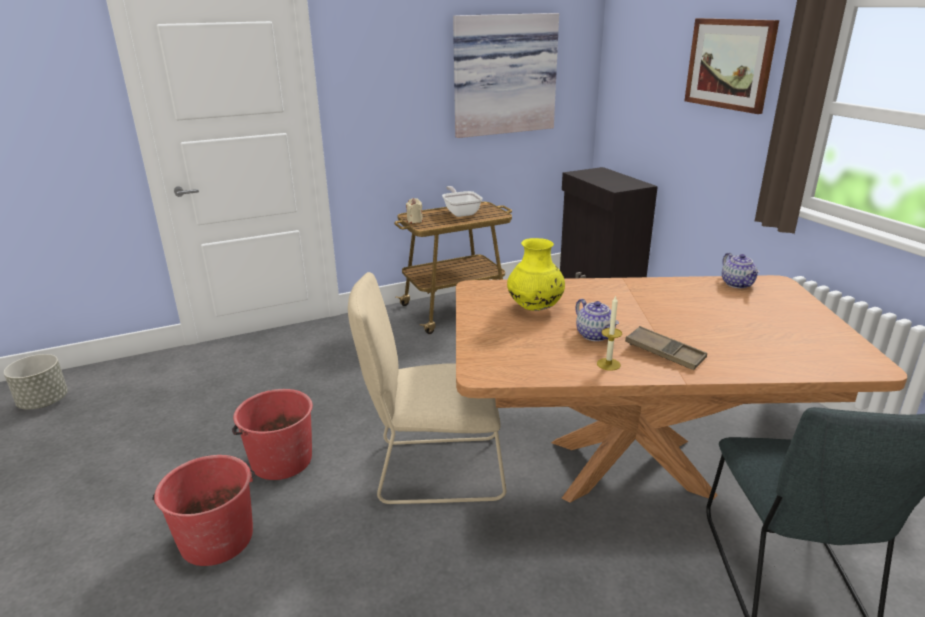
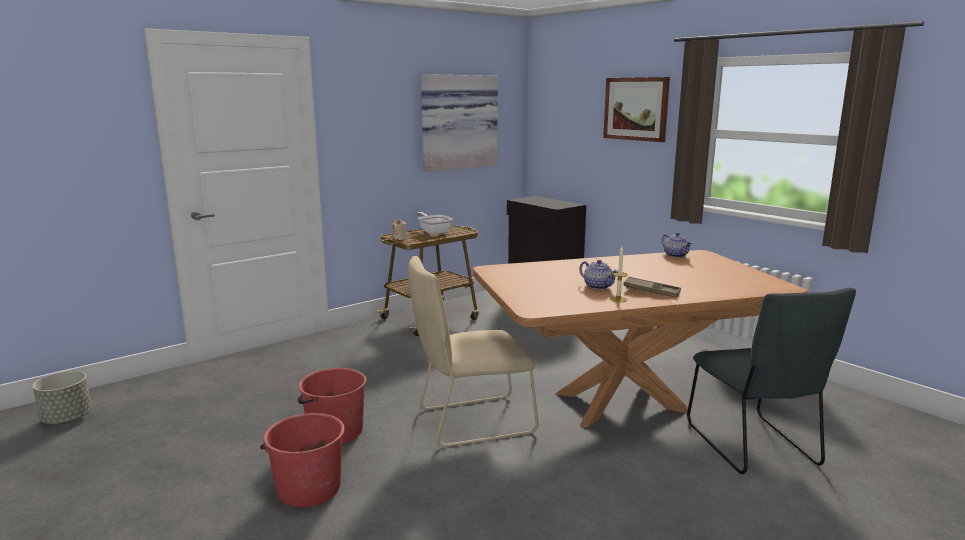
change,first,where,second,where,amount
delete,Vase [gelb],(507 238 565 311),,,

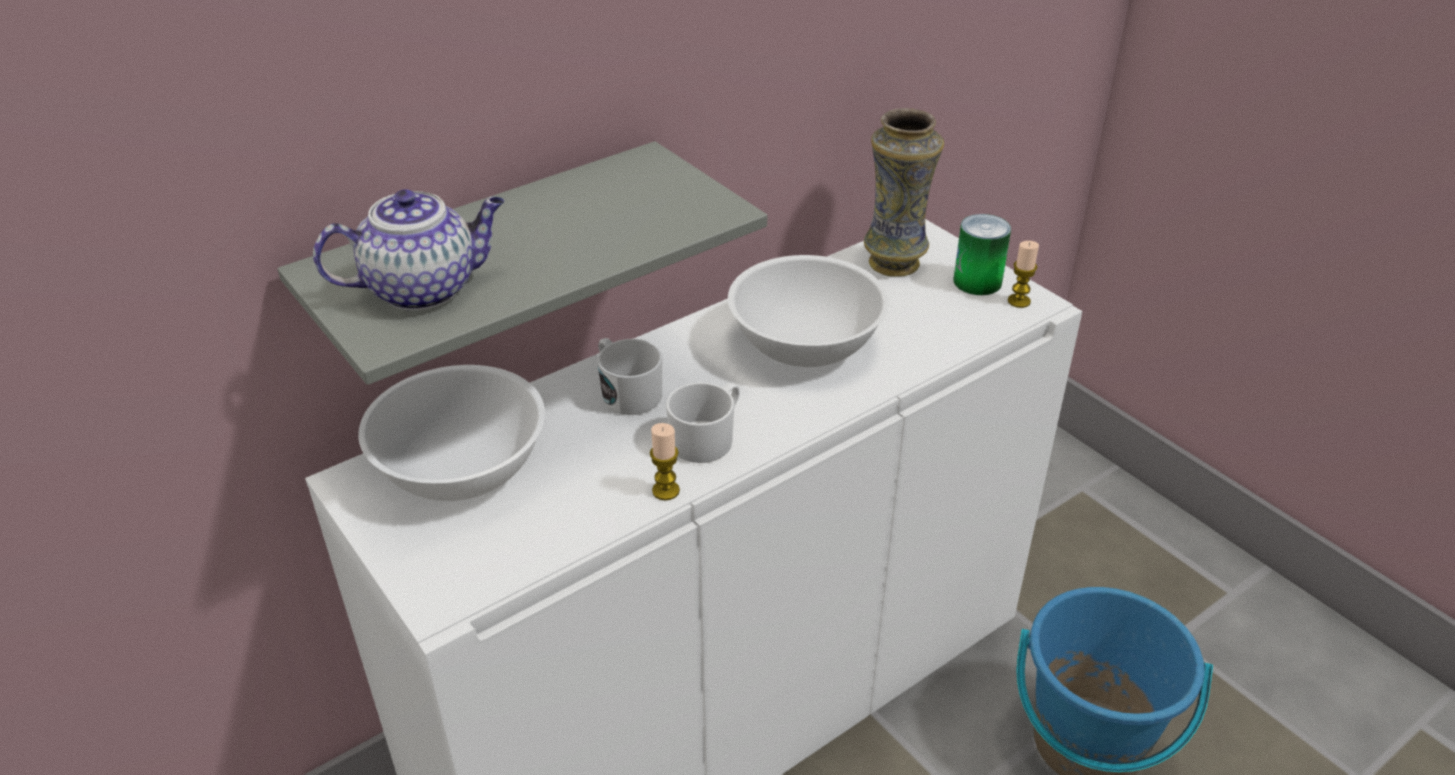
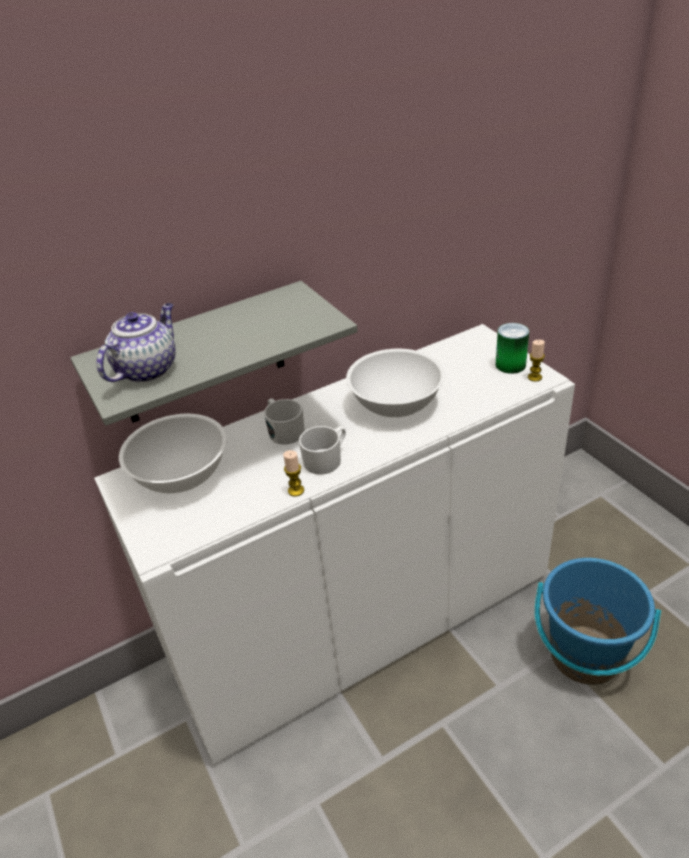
change,first,where,second,where,amount
delete,Vase,(864 108 944 277),,,
rotate,Teekanne,(313 189 504 311),,(96 303 176 383),45 degrees counterclockwise

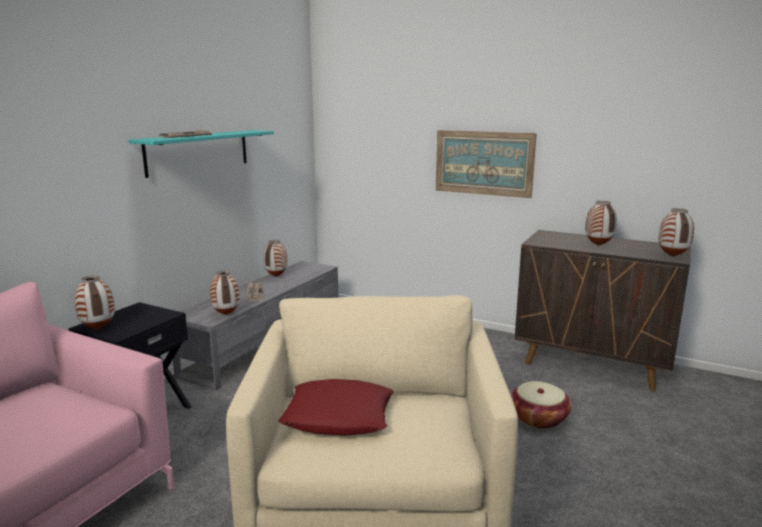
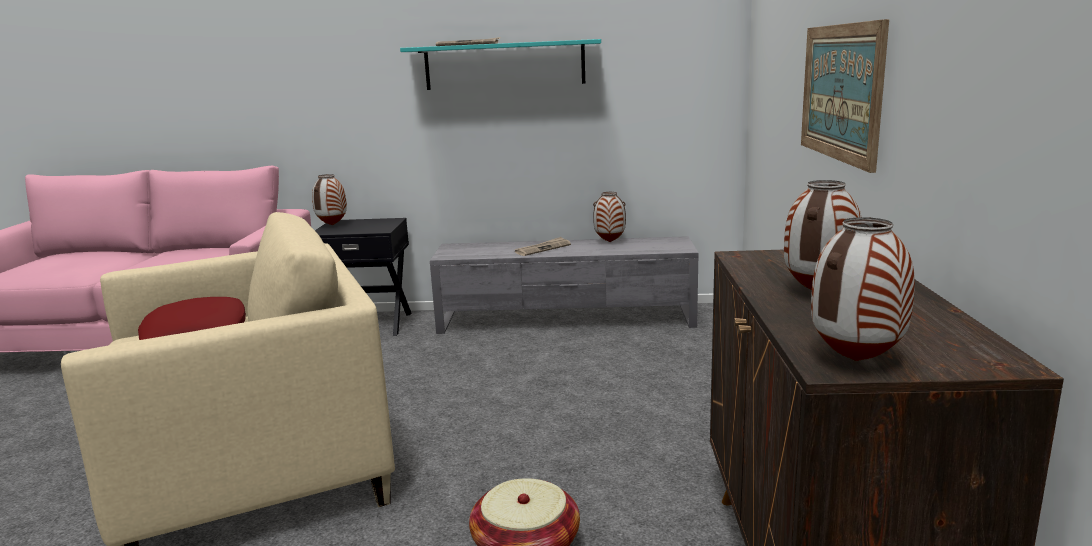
change,first,where,second,where,amount
delete,Vase,(210 270 240 315),,,

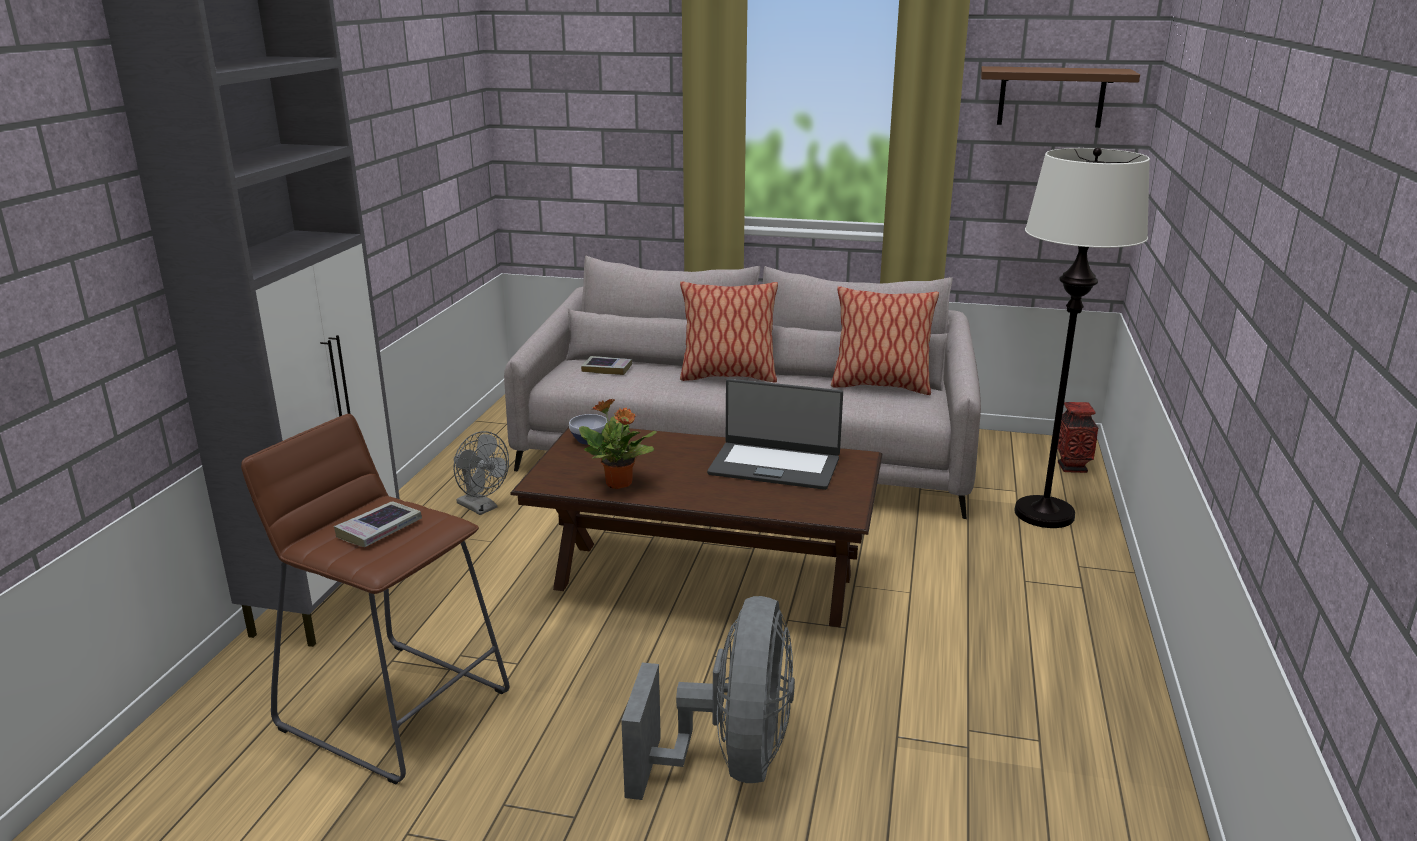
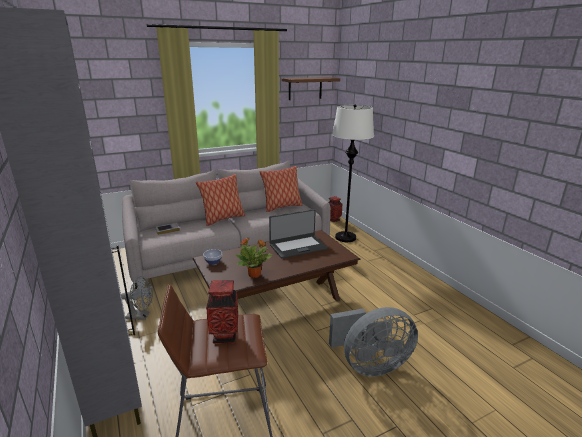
change,first,where,second,where,amount
replace,Buch,(334 501 422 547),Vase,(206 280 238 344),
rotate,Ventilator [grau],(621 596 795 800),,(329 307 418 376),105 degrees clockwise

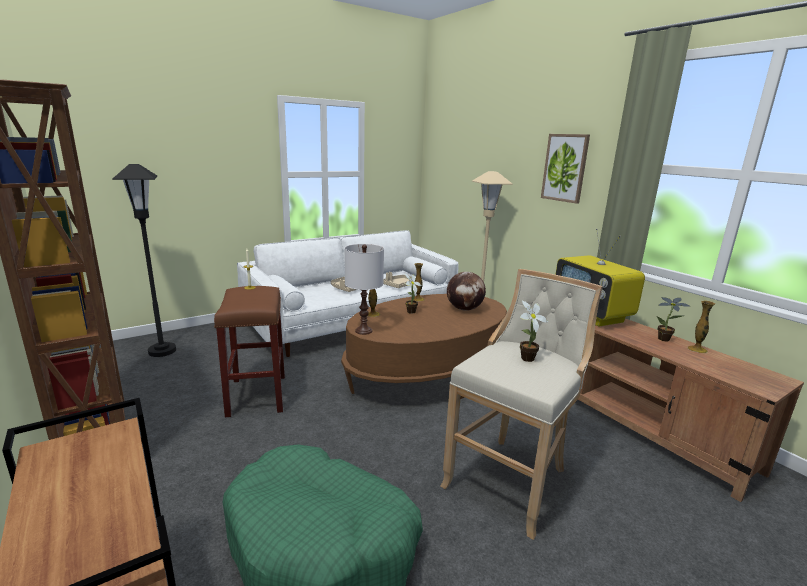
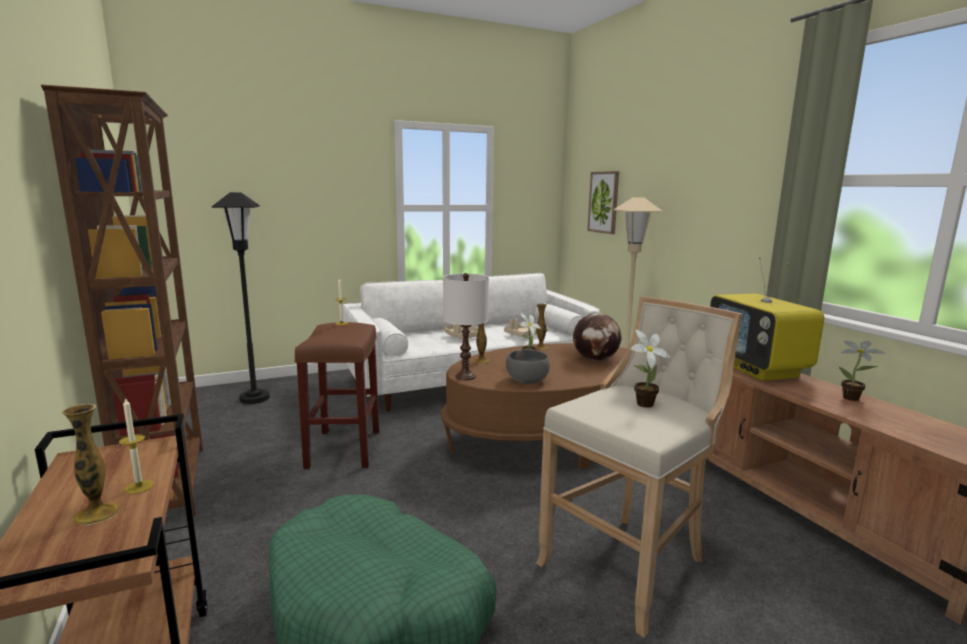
change,first,where,second,where,amount
insert,,,Kerze,(119 397 154 494),
insert,,,Schüssel [grau],(506 350 550 384),
move,Bild,(541 134 590 204),,(587 171 619 234),
move,Vase,(687 301 715 353),,(62 404 120 525),

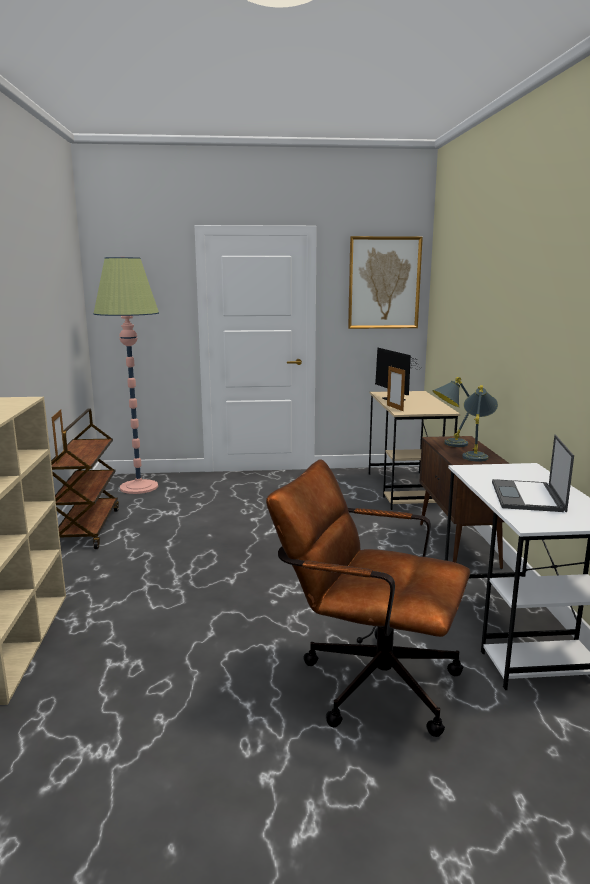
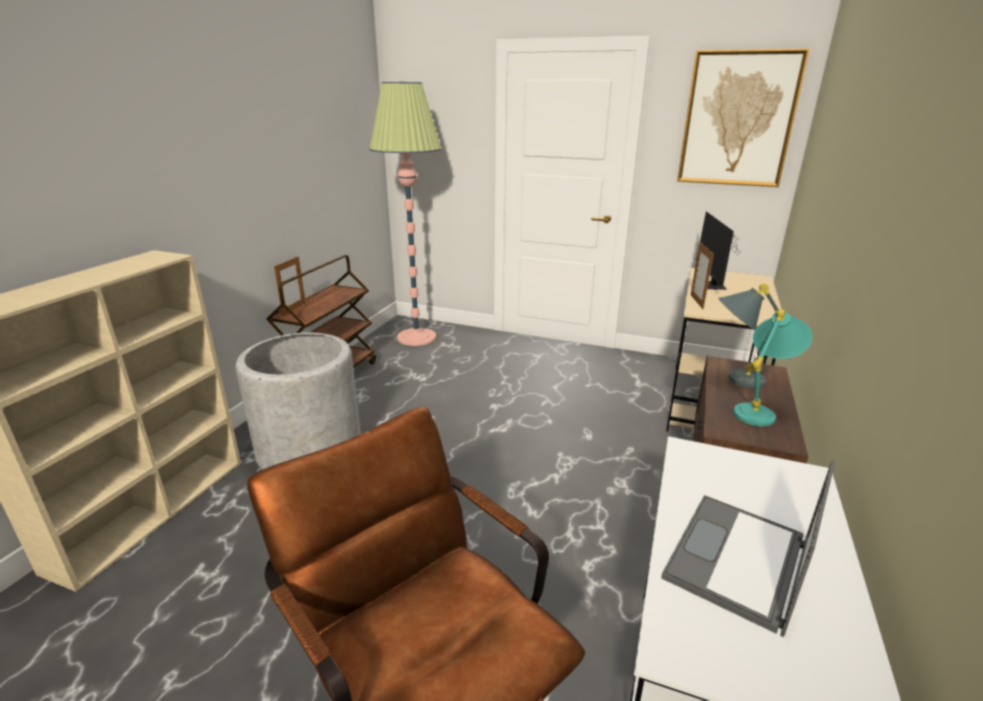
change,first,where,second,where,amount
insert,,,Pflanzkübel [grau],(236 333 361 470),
recolor,Tischlampe [grau],(462 385 498 462),Tischlampe [türkis],(733 309 812 426),

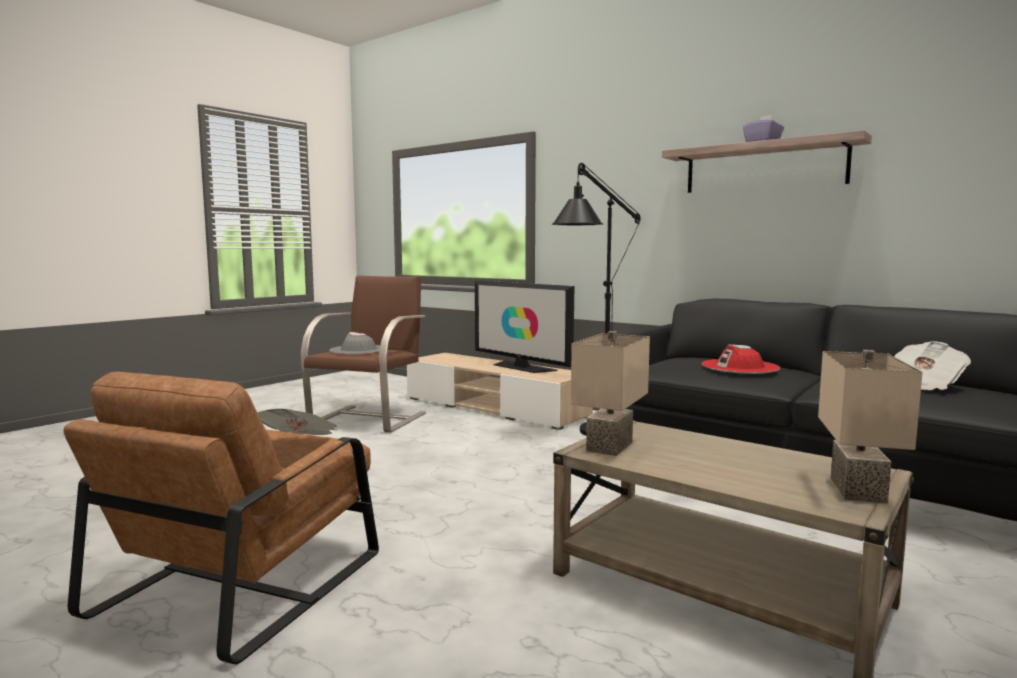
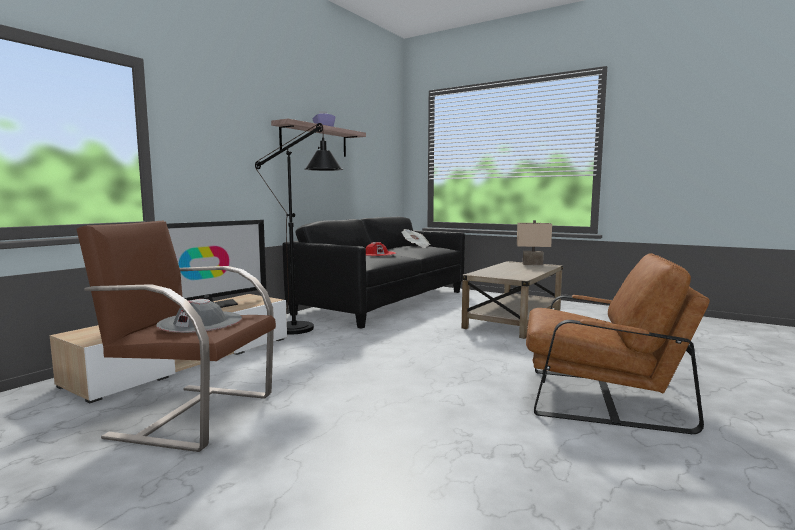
change,first,where,second,where,amount
delete,Zeitung,(257 409 337 435),,,
delete,Tischlampe [beige],(571 331 650 456),,,

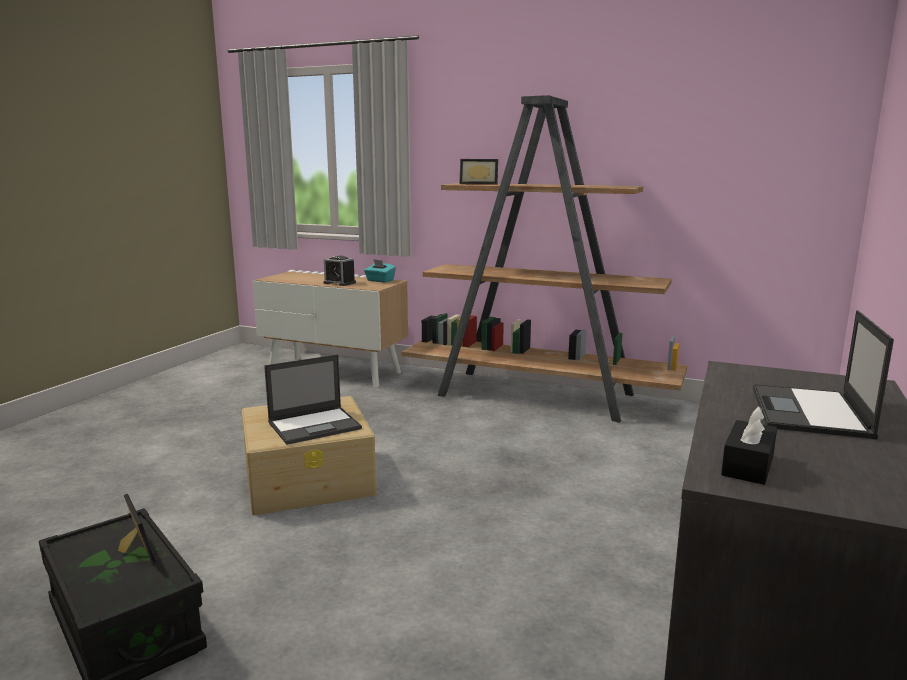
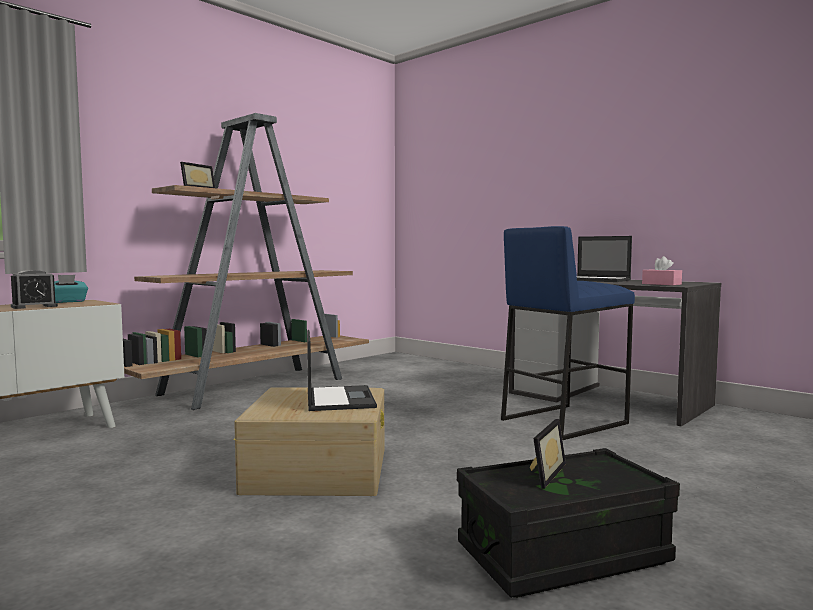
change,first,where,second,where,amount
insert,,,Hocker [blau],(501 226 635 440),
recolor,Taschentuchbox [schwarz],(721 406 777 485),Taschentuchbox [rosa],(642 256 682 285),
rotate,Bilderrahmen,(118 494 156 564),,(530 419 566 489),135 degrees clockwise

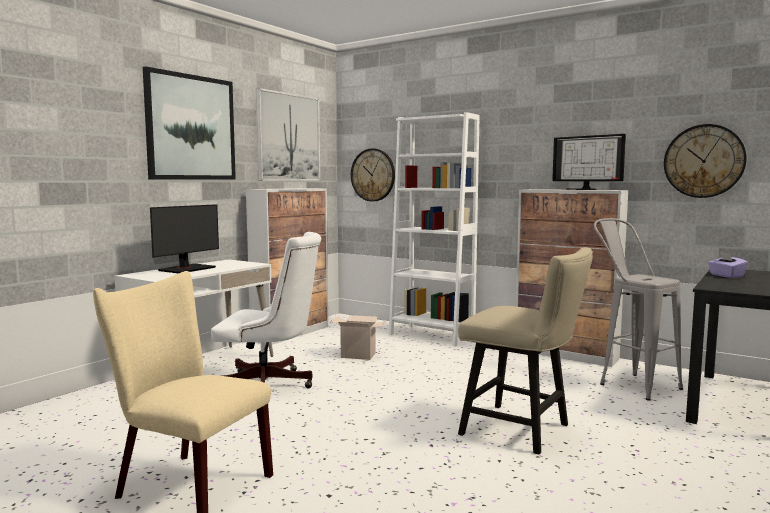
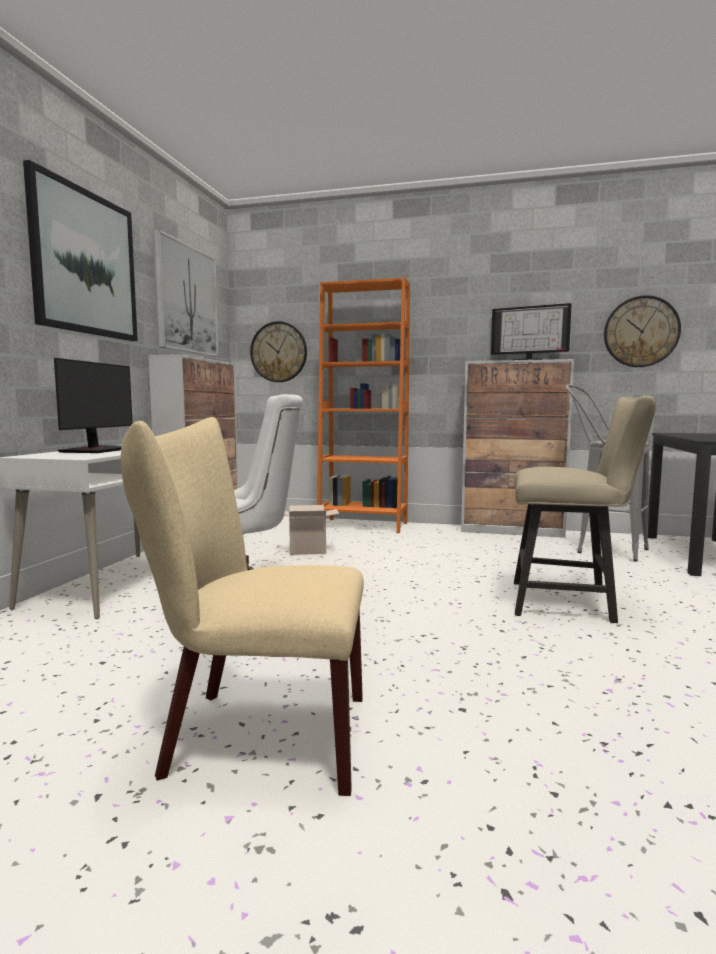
change,first,where,second,where,amount
delete,Taschentuchbox [lila],(708 251 748 278),,,
recolor,Bücherregal [weiß],(389 112 479 346),Bücherregal [orange],(317 277 410 533),

